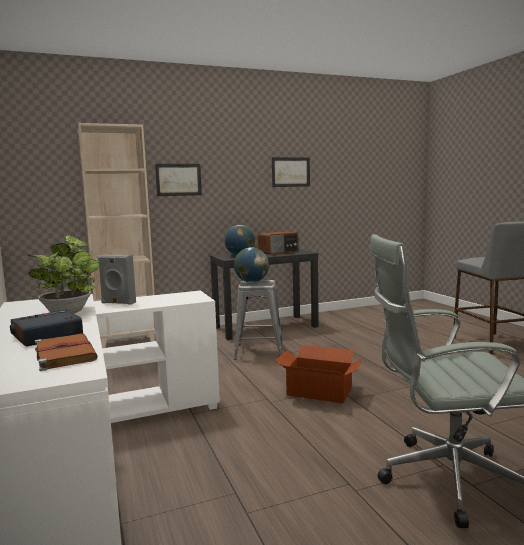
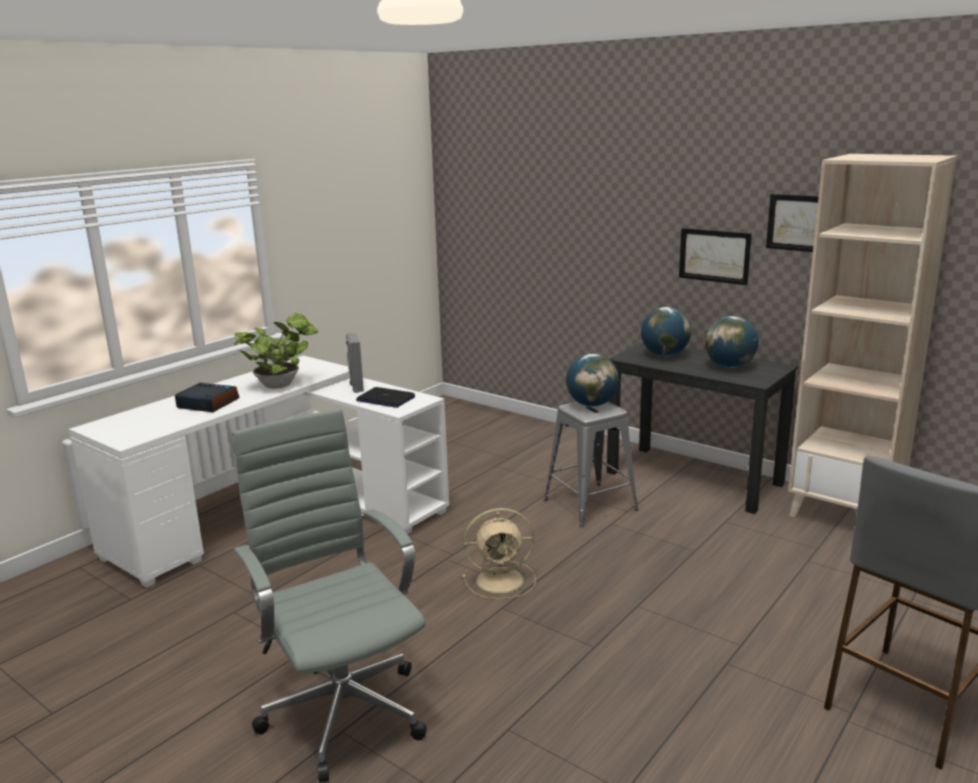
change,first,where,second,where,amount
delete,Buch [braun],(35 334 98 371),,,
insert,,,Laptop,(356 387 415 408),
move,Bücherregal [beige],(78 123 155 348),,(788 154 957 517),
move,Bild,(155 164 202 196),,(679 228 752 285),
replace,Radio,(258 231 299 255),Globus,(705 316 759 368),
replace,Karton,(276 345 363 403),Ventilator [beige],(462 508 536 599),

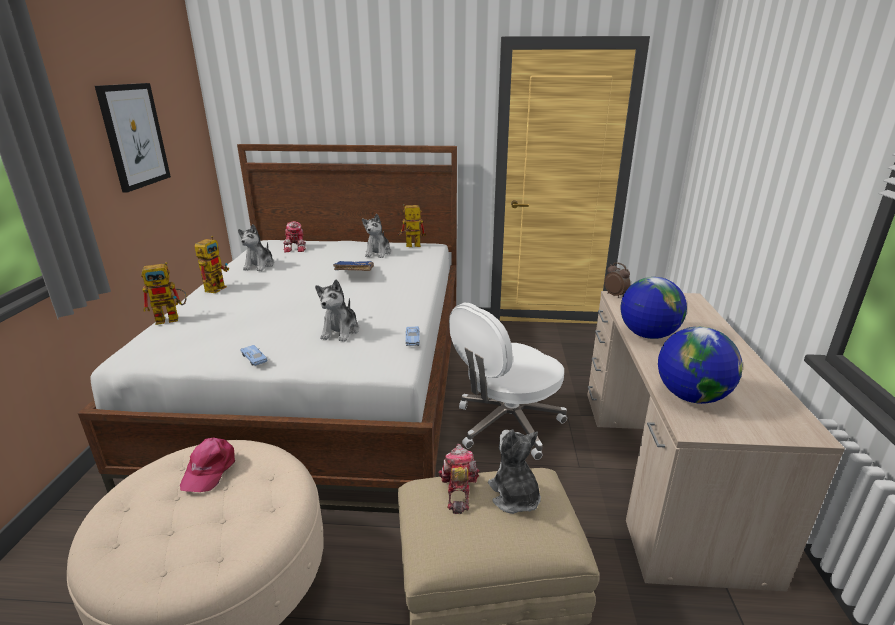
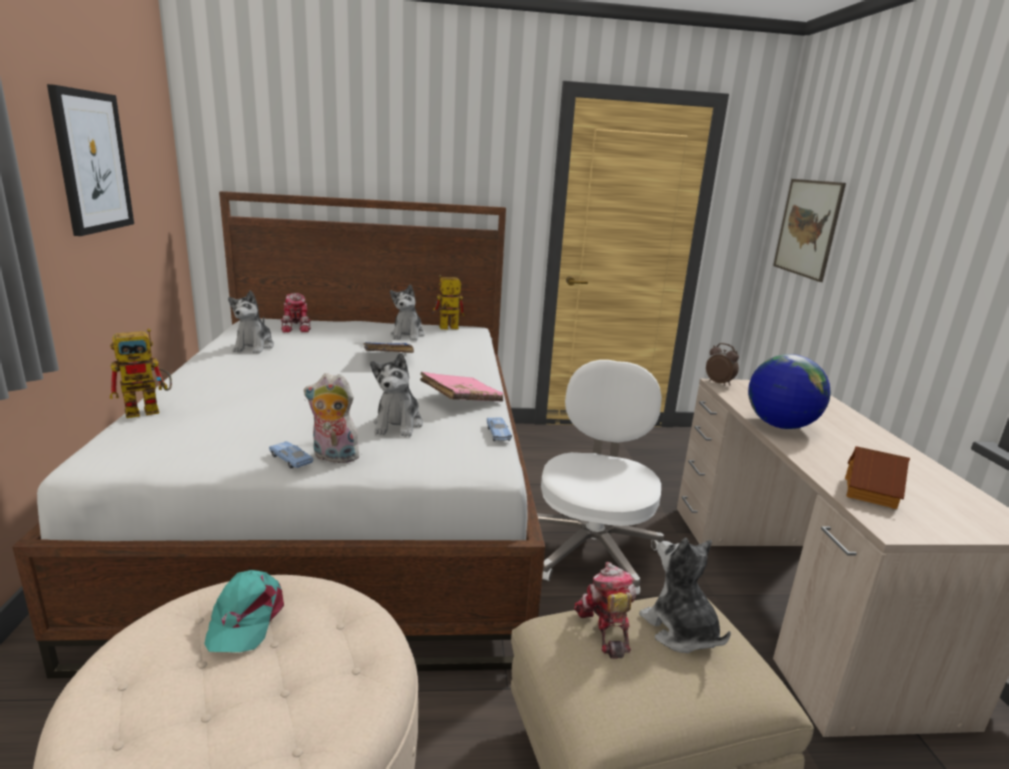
change,first,where,second,where,amount
delete,Spielzeugroboter,(195 236 229 293),,,
insert,,,Plüschtier,(304 373 360 463),
insert,,,Buch [rosa],(420 372 503 402),
insert,,,Bild,(773 179 846 282),
replace,Globus,(658 327 743 404),Spielzeughaus,(845 446 910 509),
recolor,Kappe [rosa],(180 437 235 492),Kappe [türkis],(204 570 284 652),
rotate,Bürostuhl [weiß],(449 303 567 460),,(537 360 664 595),150 degrees clockwise

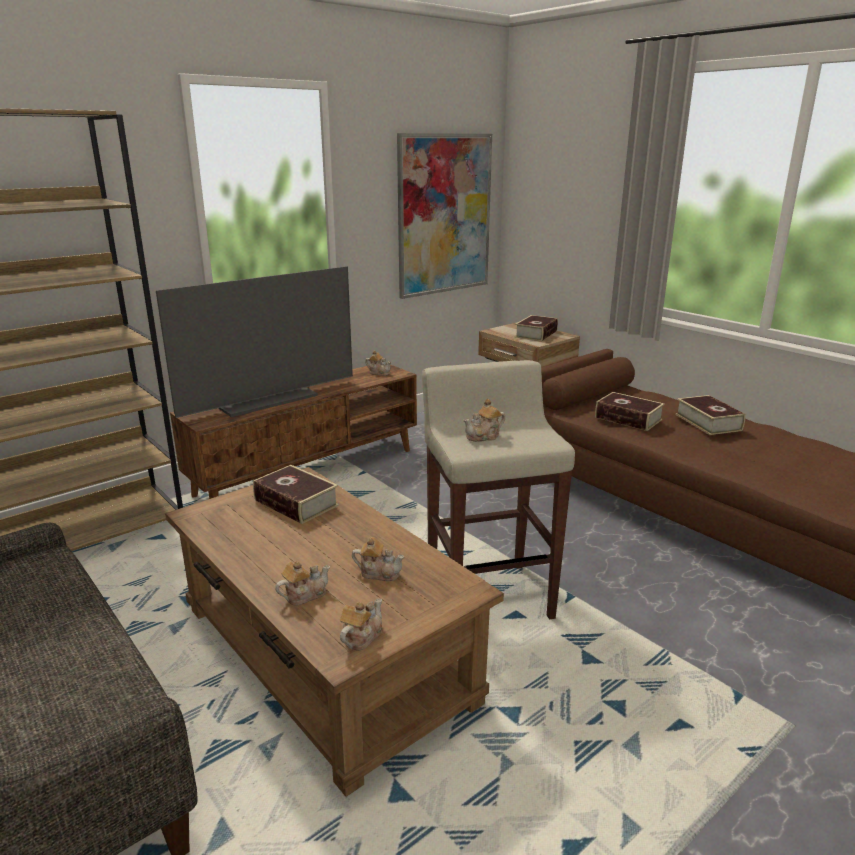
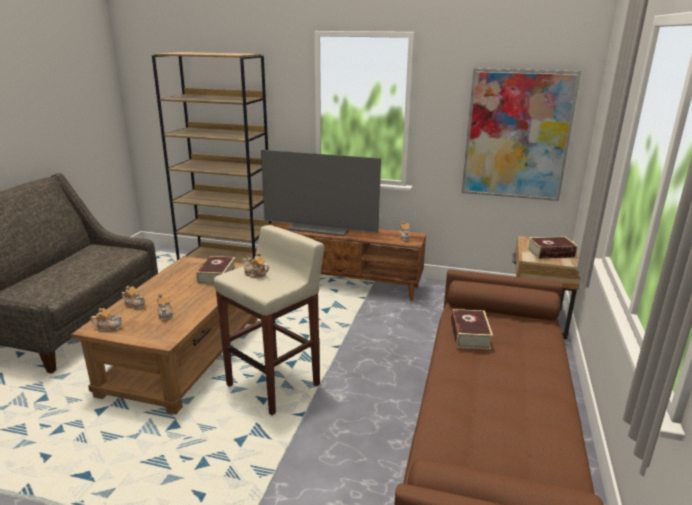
change,first,where,second,where,amount
delete,Buch,(675 395 746 435),,,

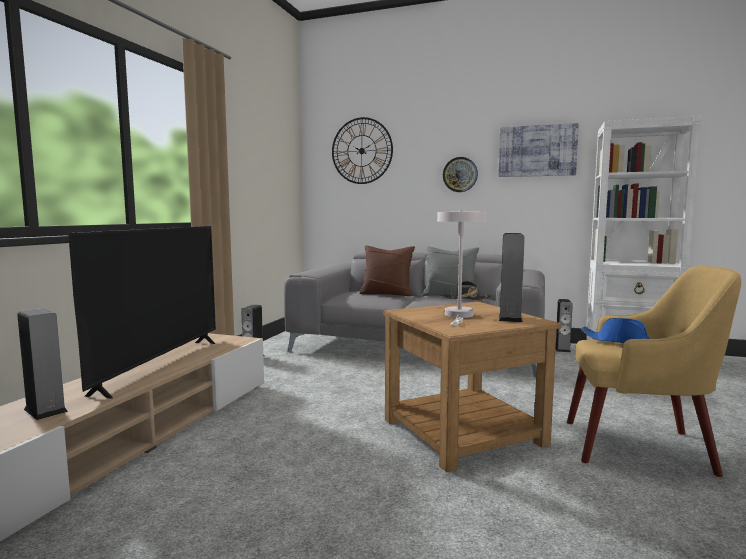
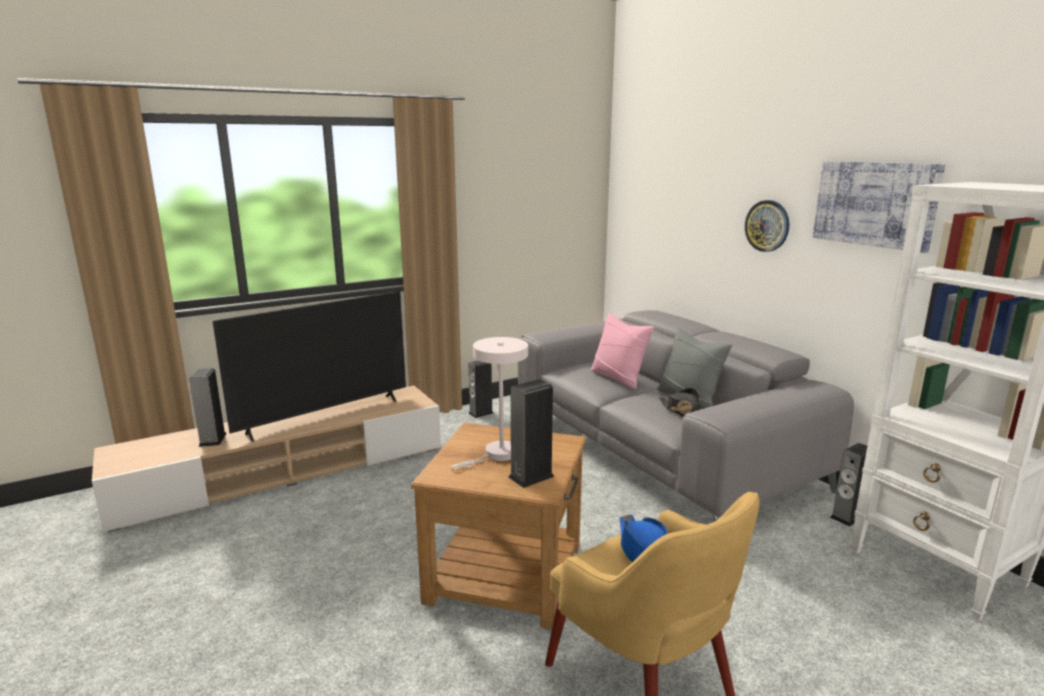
change,first,where,second,where,amount
delete,Wanduhr,(332 117 393 184),,,
recolor,Kissen [braun],(359 245 415 296),Kissen [rosa],(590 313 654 389),

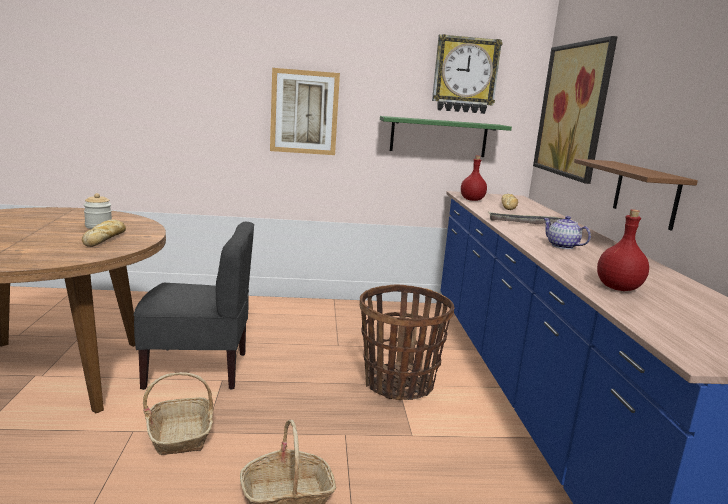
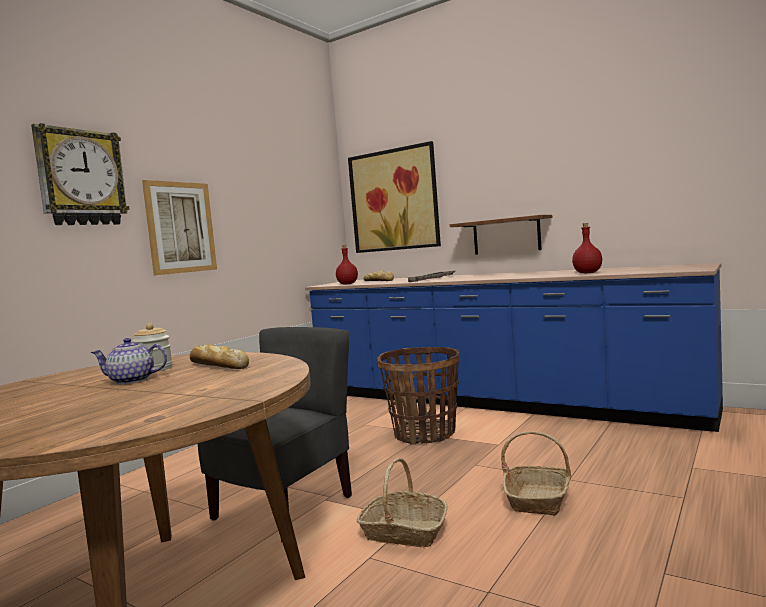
change,first,where,second,where,amount
delete,Wandregal [grün],(380 116 512 157),,,
move,Wanduhr,(432 34 503 114),,(31 123 130 225),
move,Teekanne,(543 216 591 249),,(91 338 167 384),

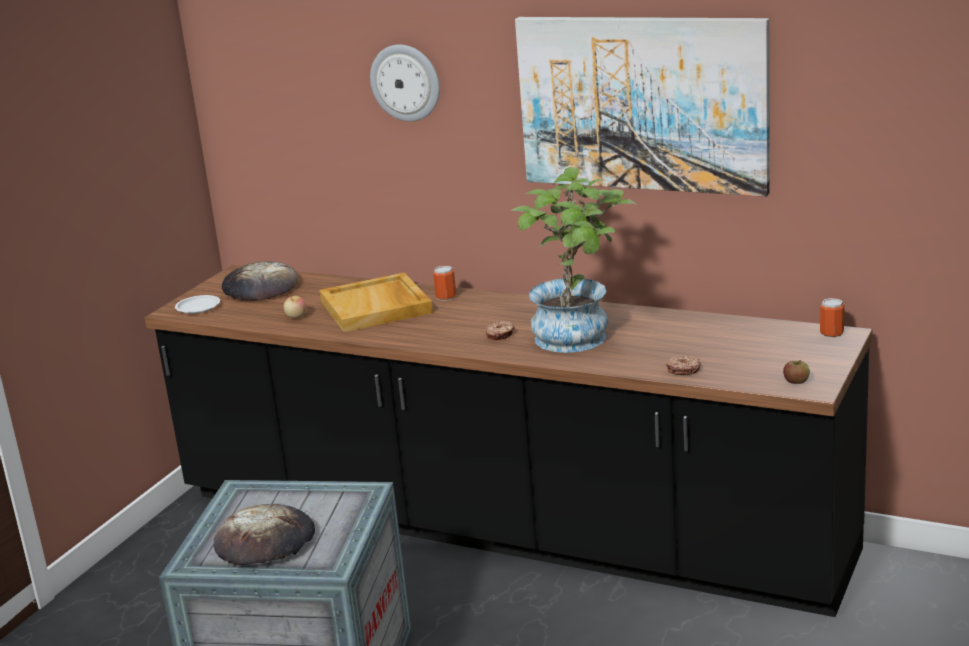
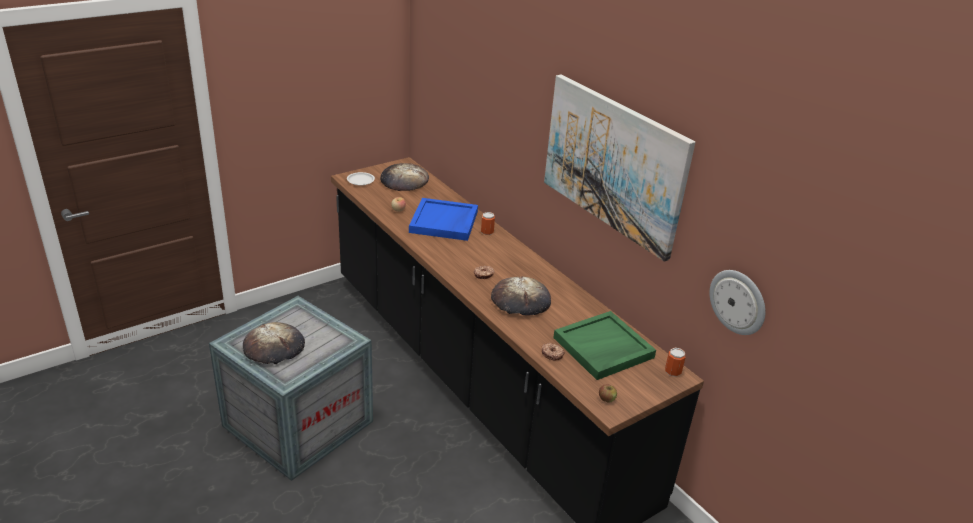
change,first,where,second,where,amount
insert,,,Tablett [grün],(553 311 656 380),
move,Wanduhr,(370 45 440 122),,(709 270 766 335),
replace,Topfpflanze,(510 167 637 353),Brot,(491 276 551 316),
recolor,Tablett [beige],(319 273 433 332),Tablett [blau],(409 198 478 241),

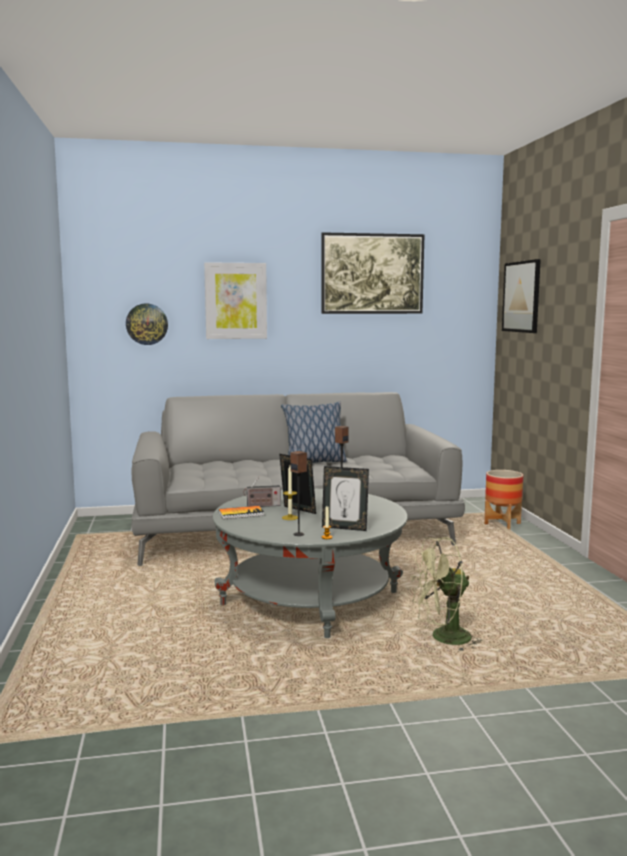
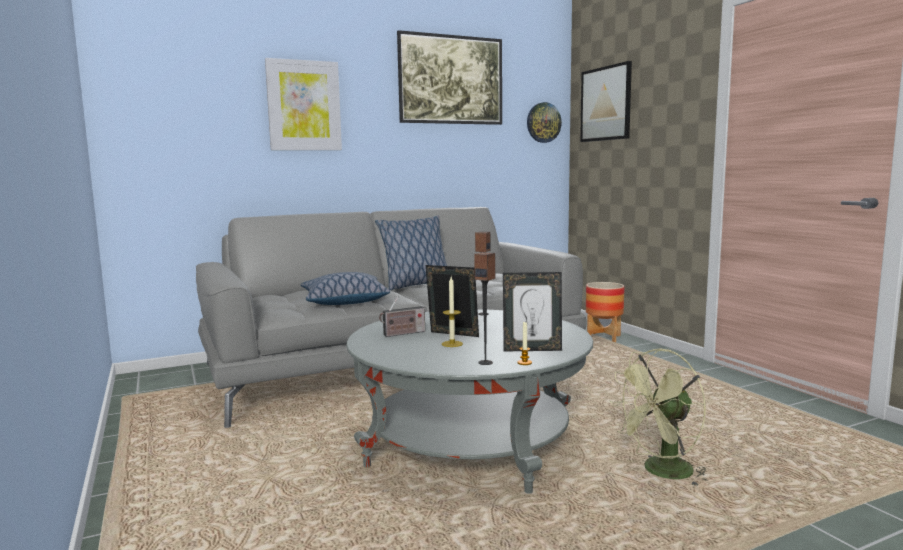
change,first,where,second,where,amount
delete,Buch,(219 506 264 519),,,
insert,,,Kissen,(301 272 390 305),
move,Wanduhr,(126 304 168 345),,(527 102 562 143),

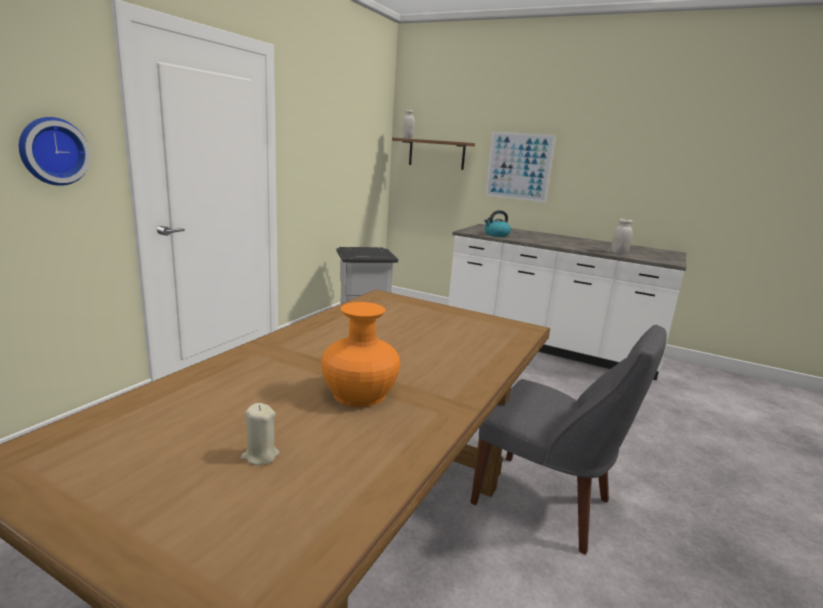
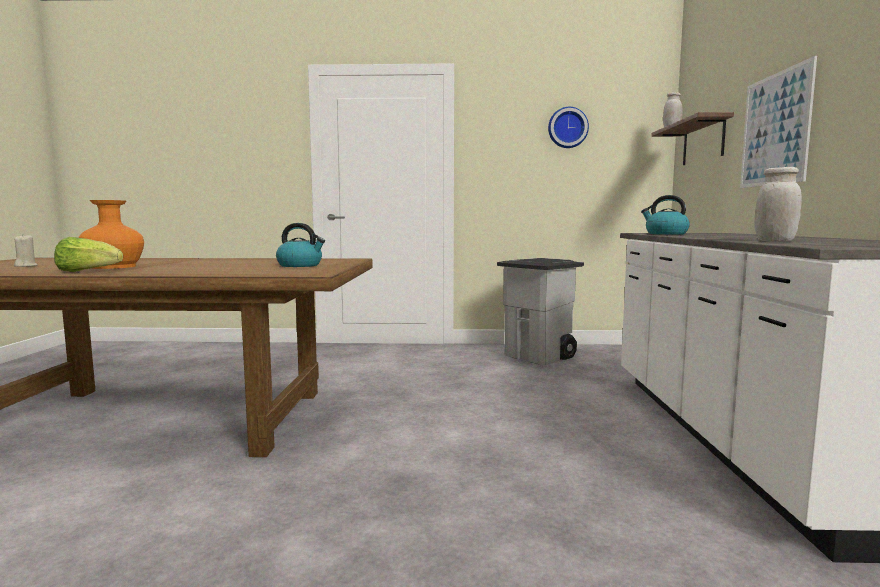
change,first,where,second,where,amount
delete,Stuhl [grau],(470 325 667 555),,,
insert,,,Salatkopf,(54 237 123 272),
insert,,,Wasserkessel,(276 223 325 267),
move,Wanduhr,(19 117 91 186),,(548 107 589 148),

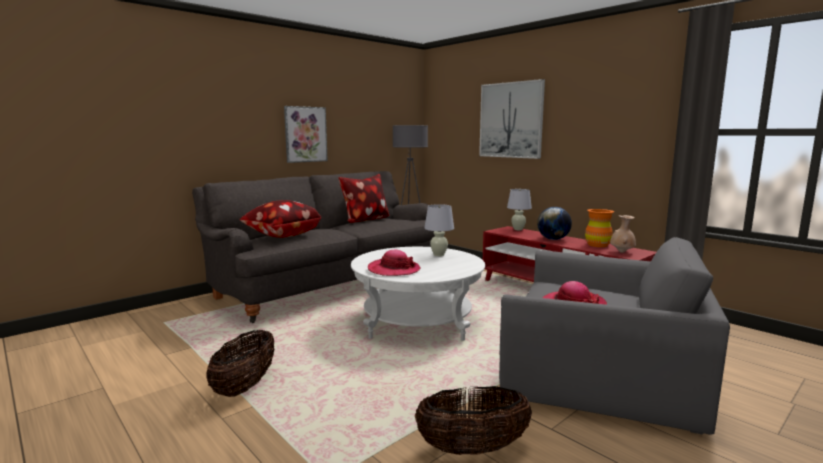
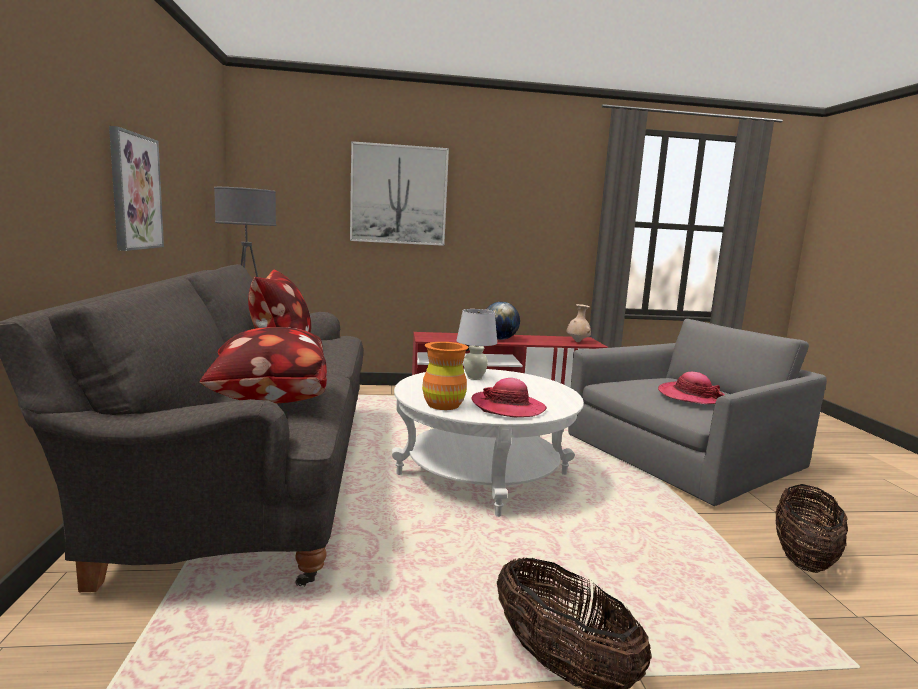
change,first,where,second,where,amount
delete,Tischlampe [weiß],(507 189 532 230),,,
move,Vase [orange],(585 209 614 247),,(422 342 469 410),

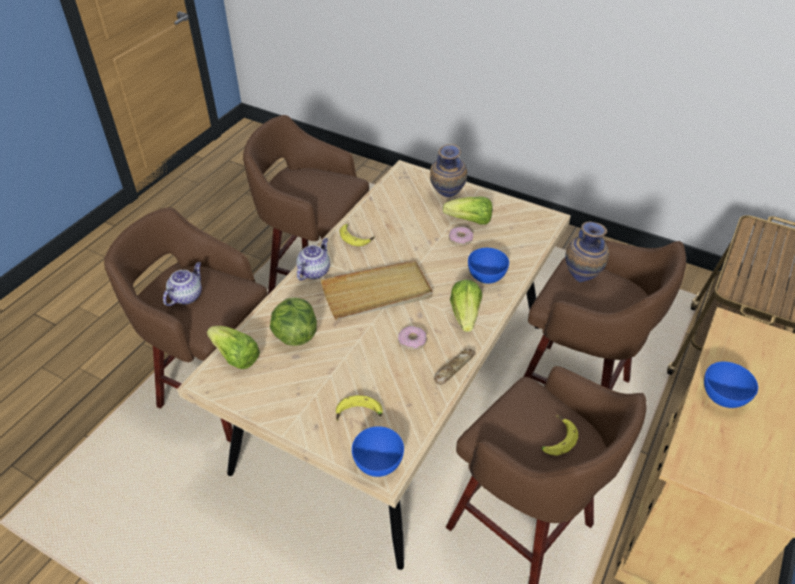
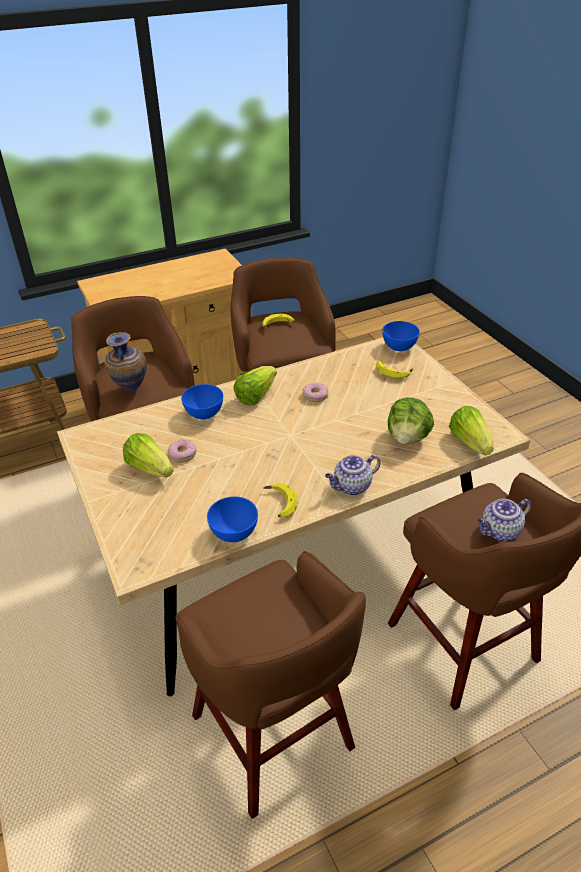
change,first,where,second,where,amount
delete,Tablett [beige],(320 260 433 320),,,
delete,Vase,(430 144 468 197),,,
delete,Brot,(434 349 476 385),,,
move,Schüssel [blau],(704 362 758 408),,(207 496 258 542),

